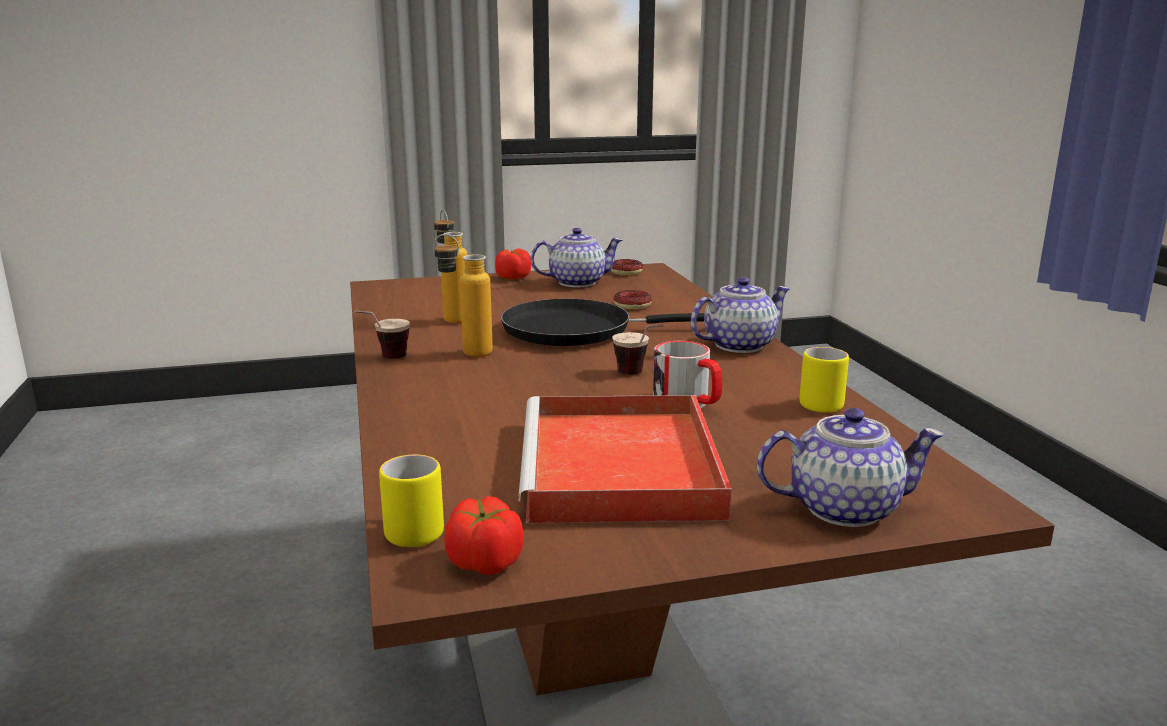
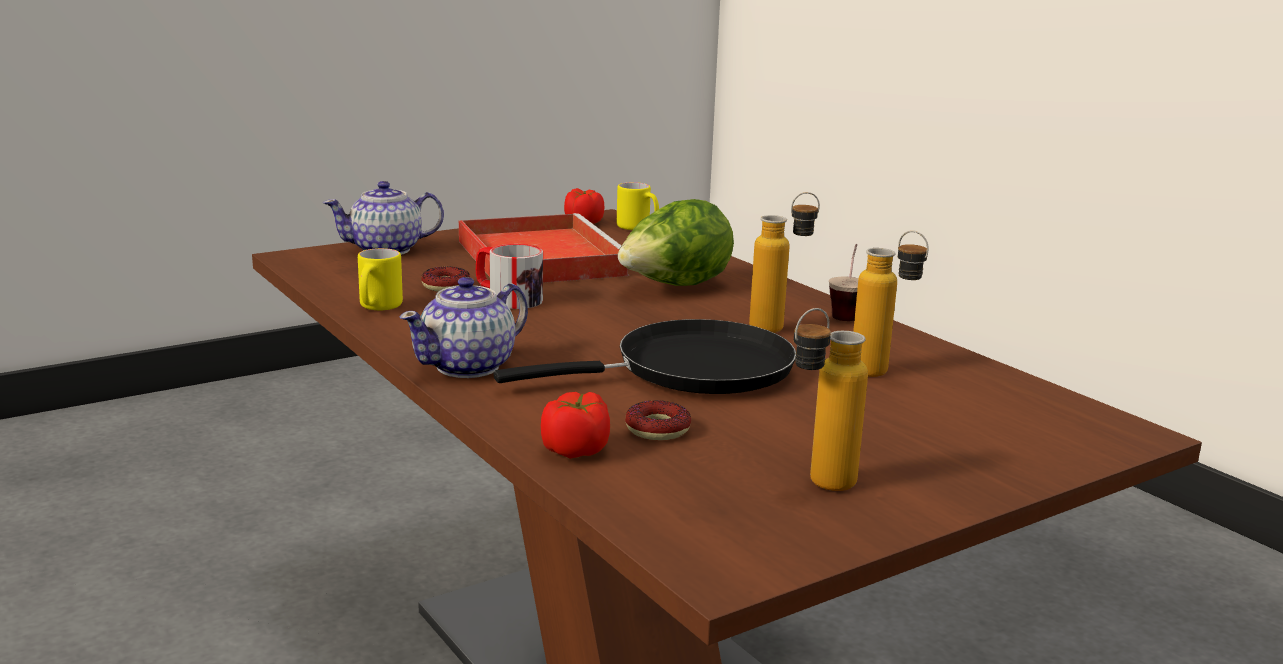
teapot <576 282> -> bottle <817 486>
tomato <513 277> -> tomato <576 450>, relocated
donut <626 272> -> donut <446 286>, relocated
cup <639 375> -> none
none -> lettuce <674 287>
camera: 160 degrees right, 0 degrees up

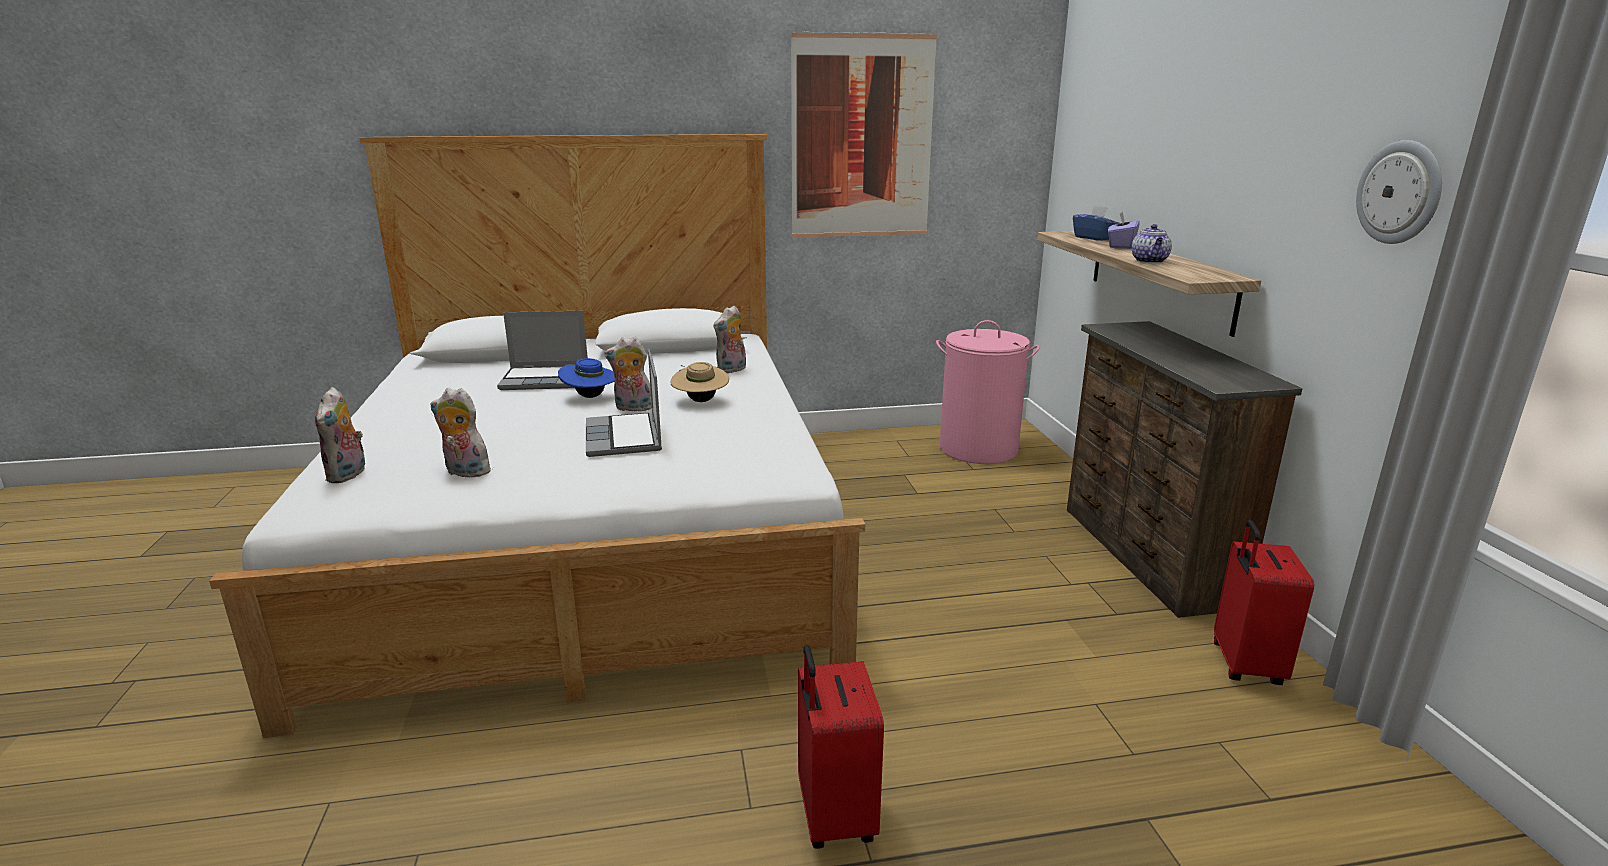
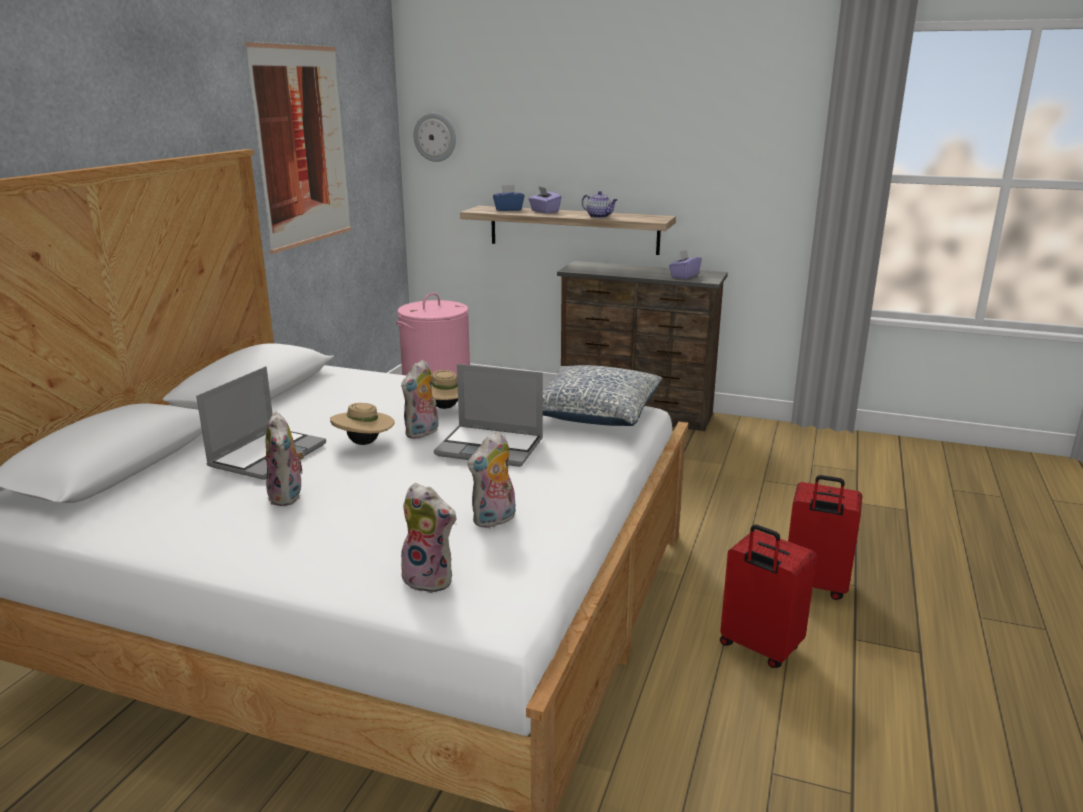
wall clock <1400 192> -> wall clock <435 137>, relocated
plush toy <732 370> -> plush toy <288 496>, relocated
blue hat <590 397> -> beige hat <364 443>
red suitcase <1244 665> -> red suitcase <758 648>, relocated
none -> purple tissue box <684 276>
none -> pillow <593 412>
camera: 60 degrees left, 0 degrees up

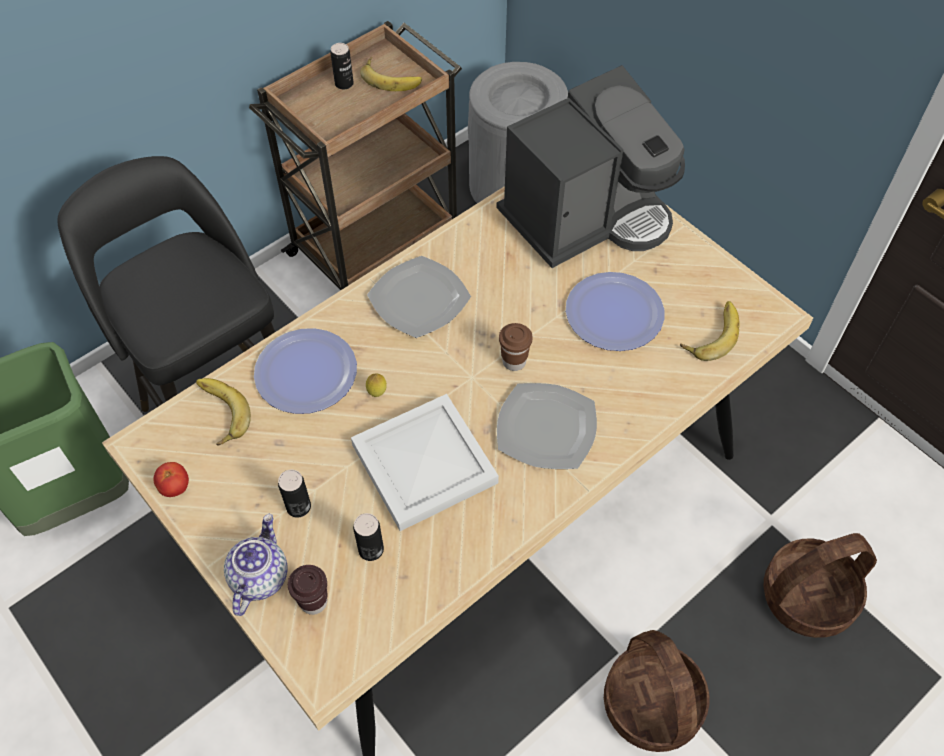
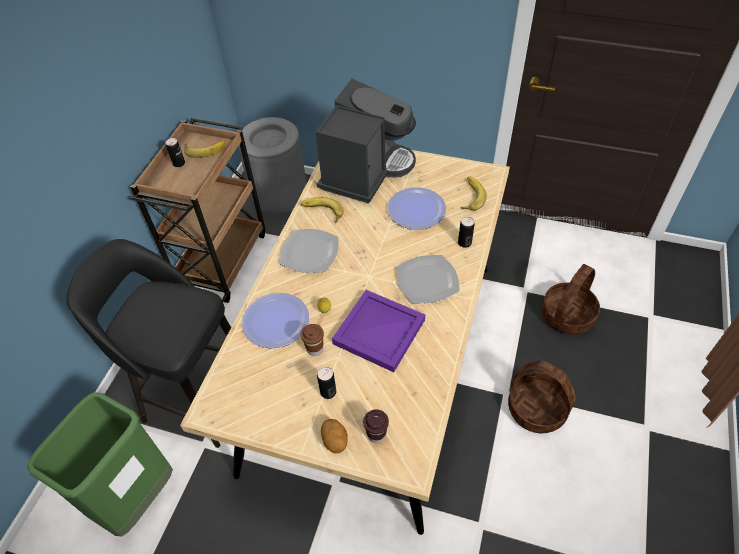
brown cup <514 361> -> brown cup <315 349>, relocated
banana <218 413> -> banana <322 212>, relocated
white tray <426 464> -> purple tray <380 331>
tomato <175 487> -> none
can <371 549> -> can <464 243>, relocated
teapot <259 576> -> potato <335 441>
camera: 30 degrees left, 5 degrees down

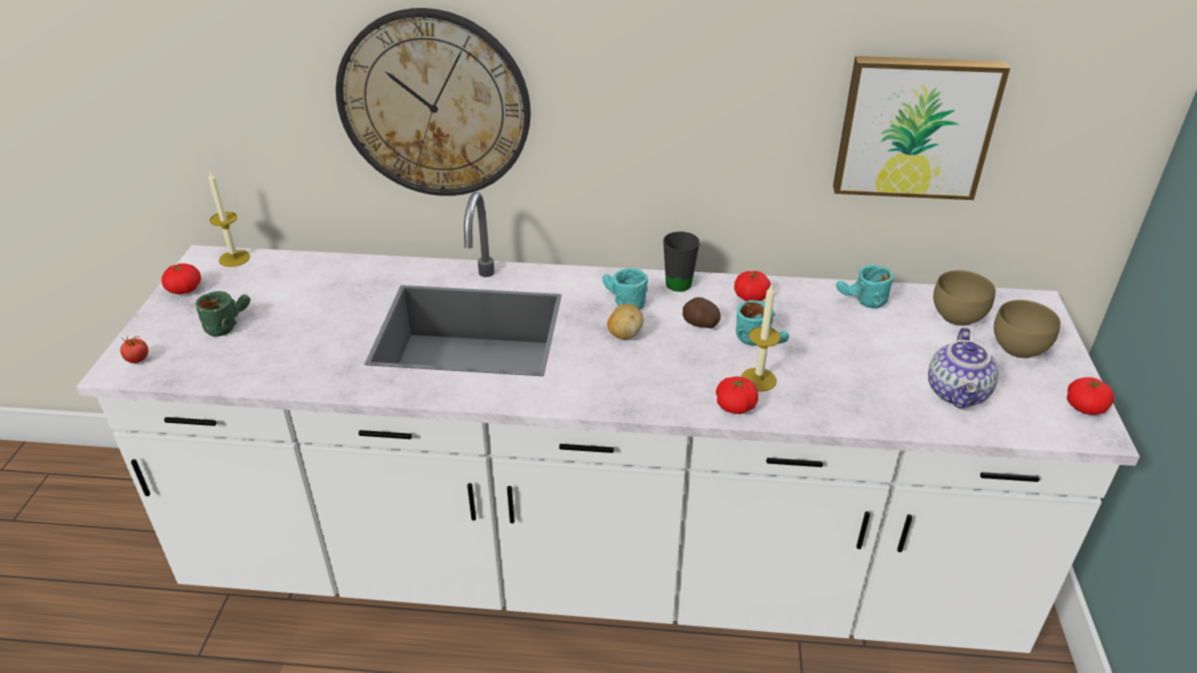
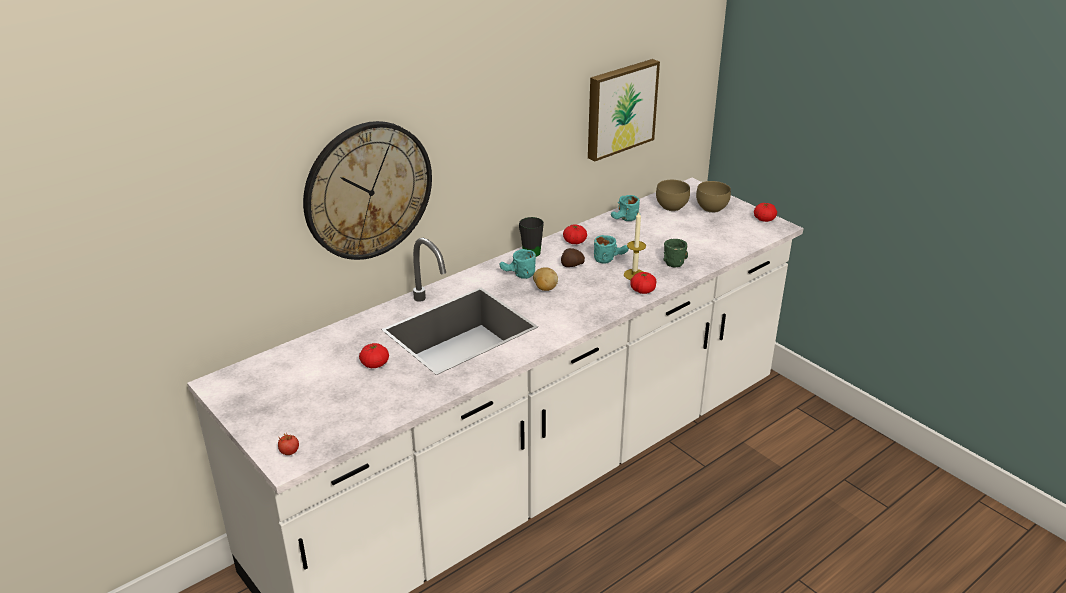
candle <234 258> -> none
tomato <184 289> -> tomato <375 364>, relocated
green mug <228 323> -> green mug <670 260>, relocated
teapot <958 394> -> none
camera: 45 degrees left, 5 degrees down

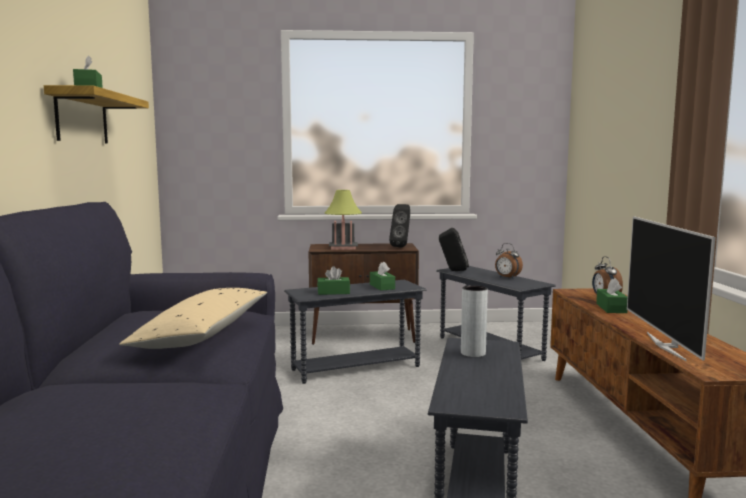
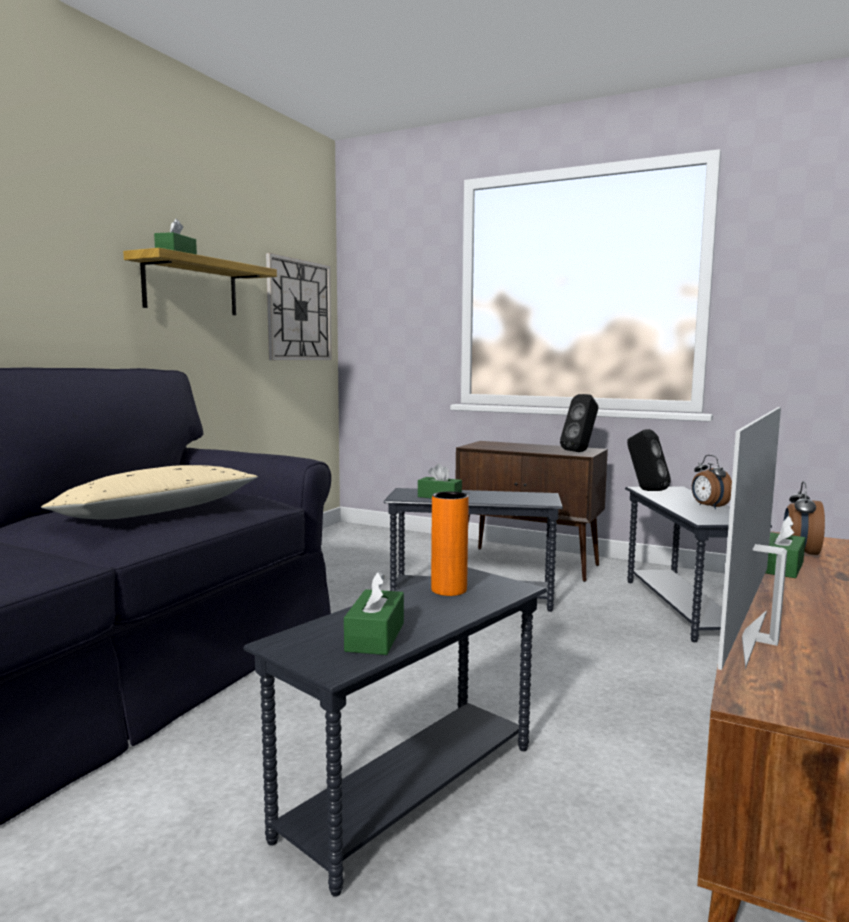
table lamp <343 248> -> none
green tissue box <382 287> -> green tissue box <375 637>, relocated
grey vase <473 353> -> orange vase <449 590>
none -> wall clock <299 310>
camera: 30 degrees right, 0 degrees up

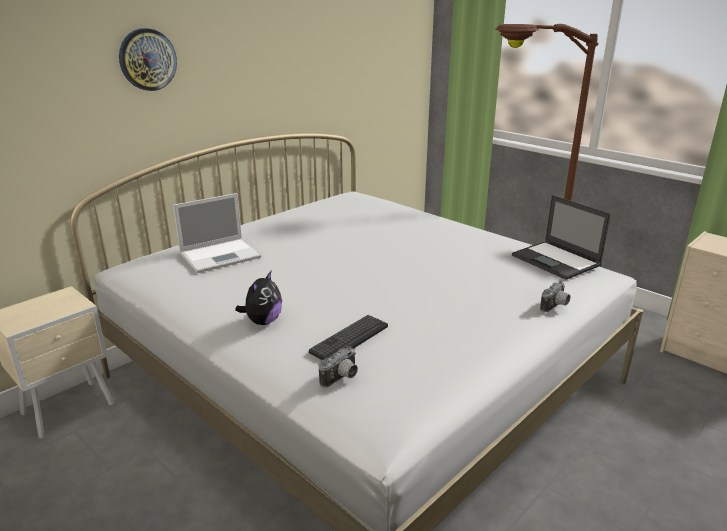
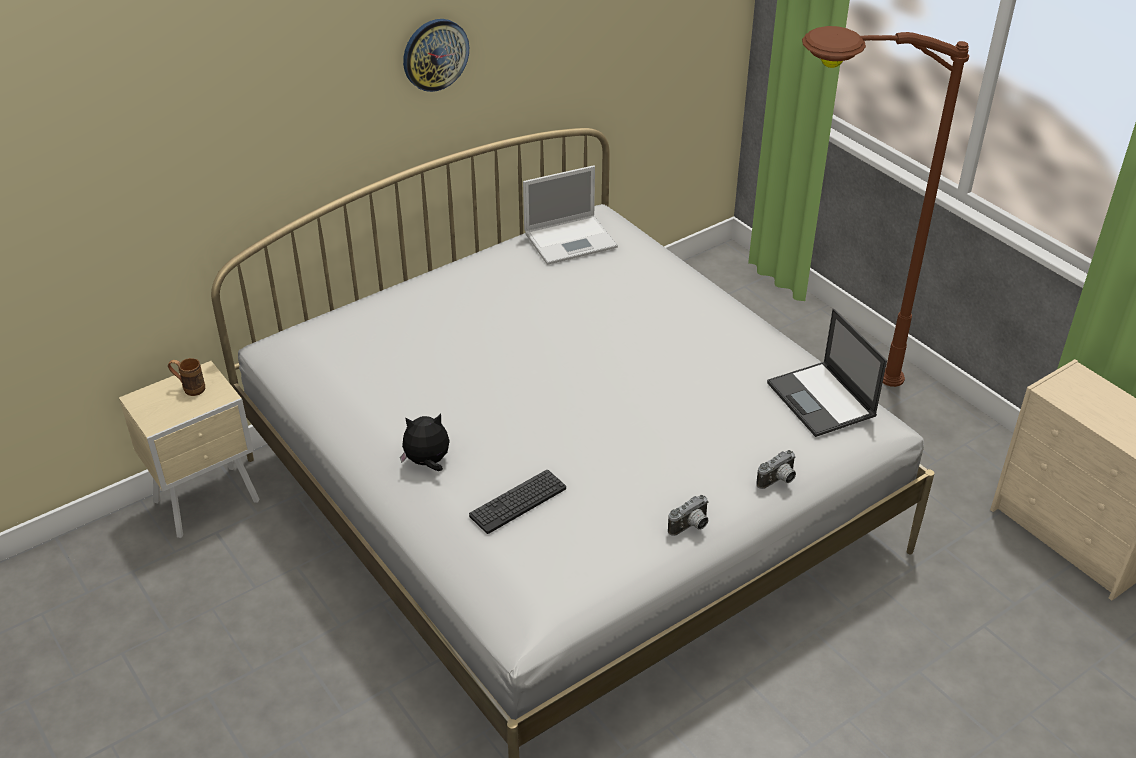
wall clock <147 59> -> wall clock <435 54>, relocated
laptop <221 255> -> laptop <572 239>, relocated
plush toy <263 321> -> plush toy <427 462>, 135 degrees counterclockwise
photo camera <342 379> -> photo camera <691 527>, relocated
none -> brown mug <189 388>
camera: 10 degrees right, 15 degrees up

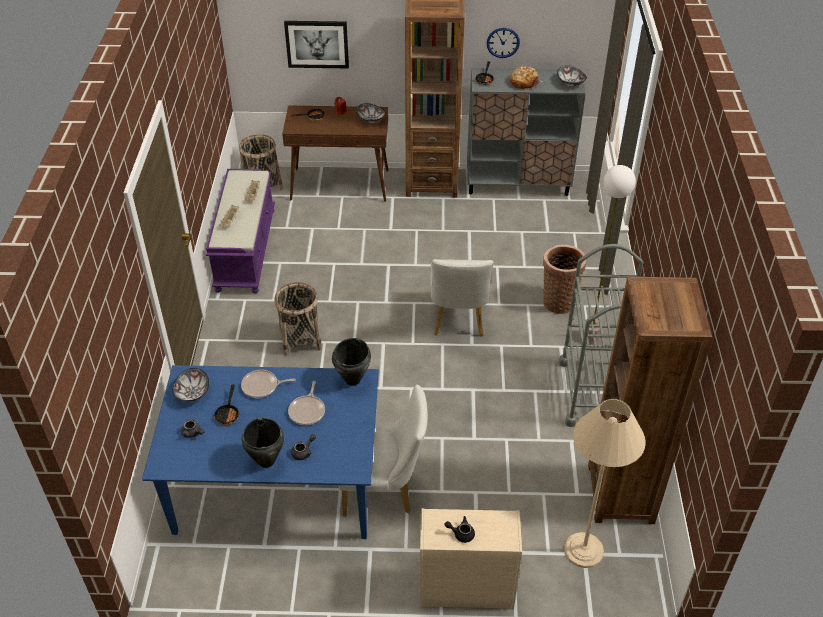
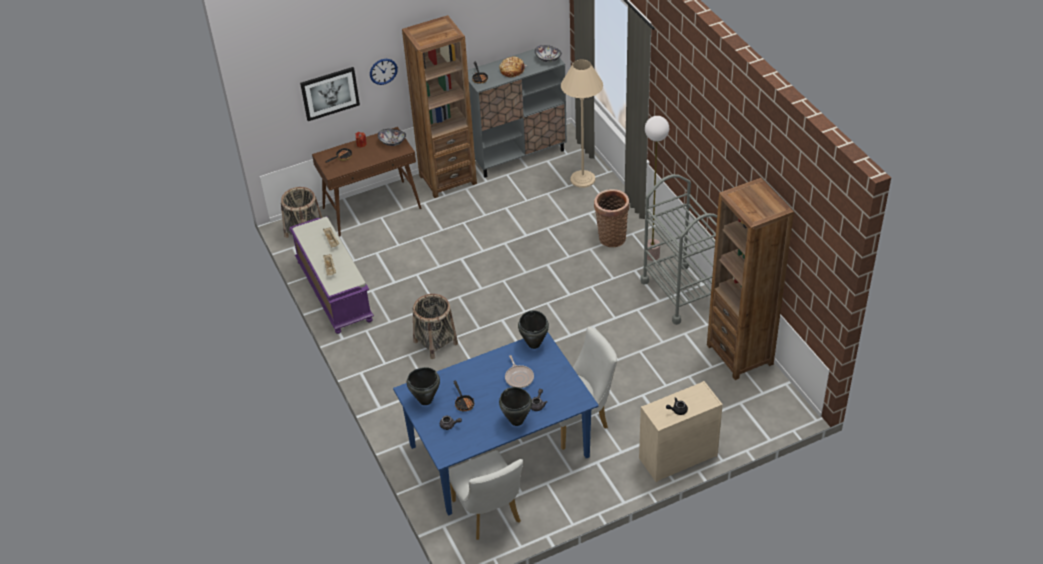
wall clock <503 42> -> wall clock <383 71>, relocated
white chair <458 320> -> white chair <489 515>, relocated
bowl <192 393> -> black cooking pot <425 400>
frying pan <262 386> -> none
beige floor lamp <583 550> -> beige floor lamp <582 179>, relocated
camera: 25 degrees left, 0 degrees up

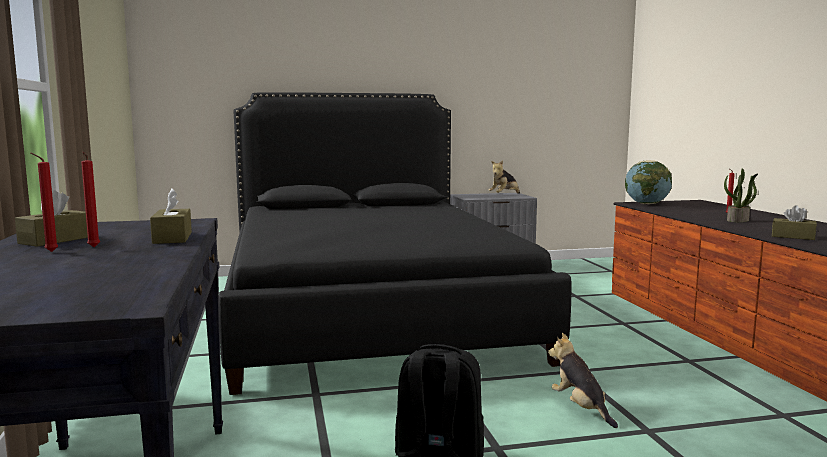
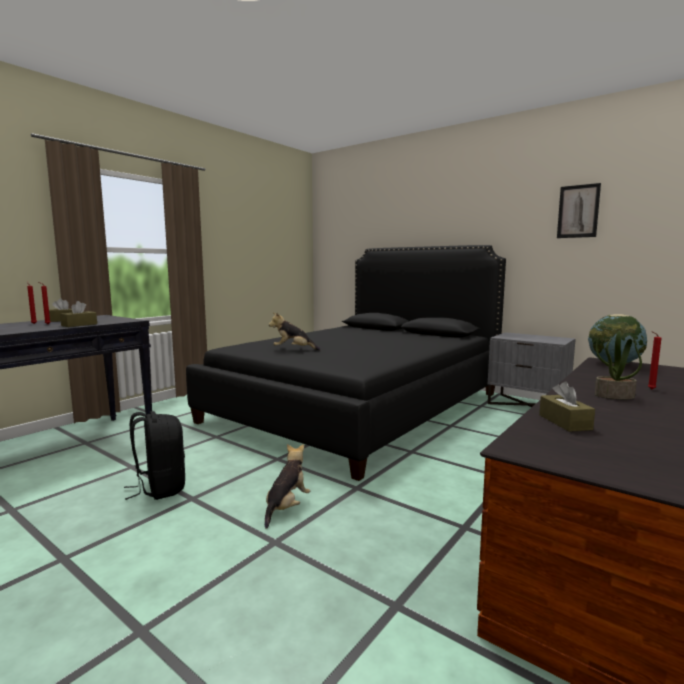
plush toy <504 195> -> plush toy <293 350>, relocated
none -> picture <578 211>
camera: 50 degrees right, 0 degrees up

